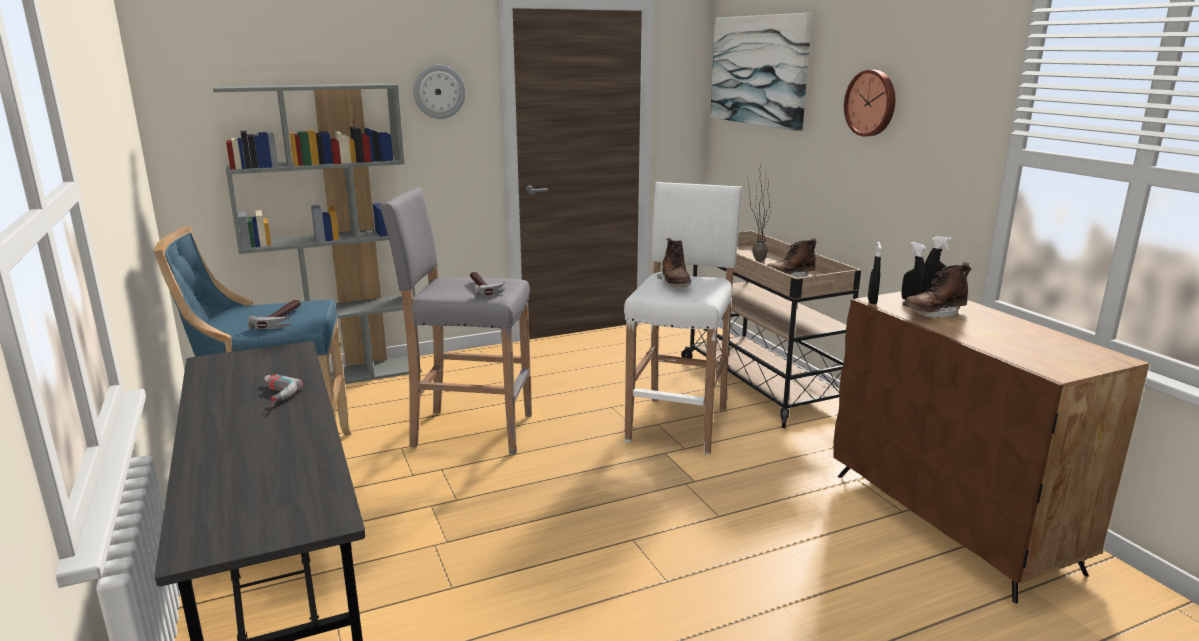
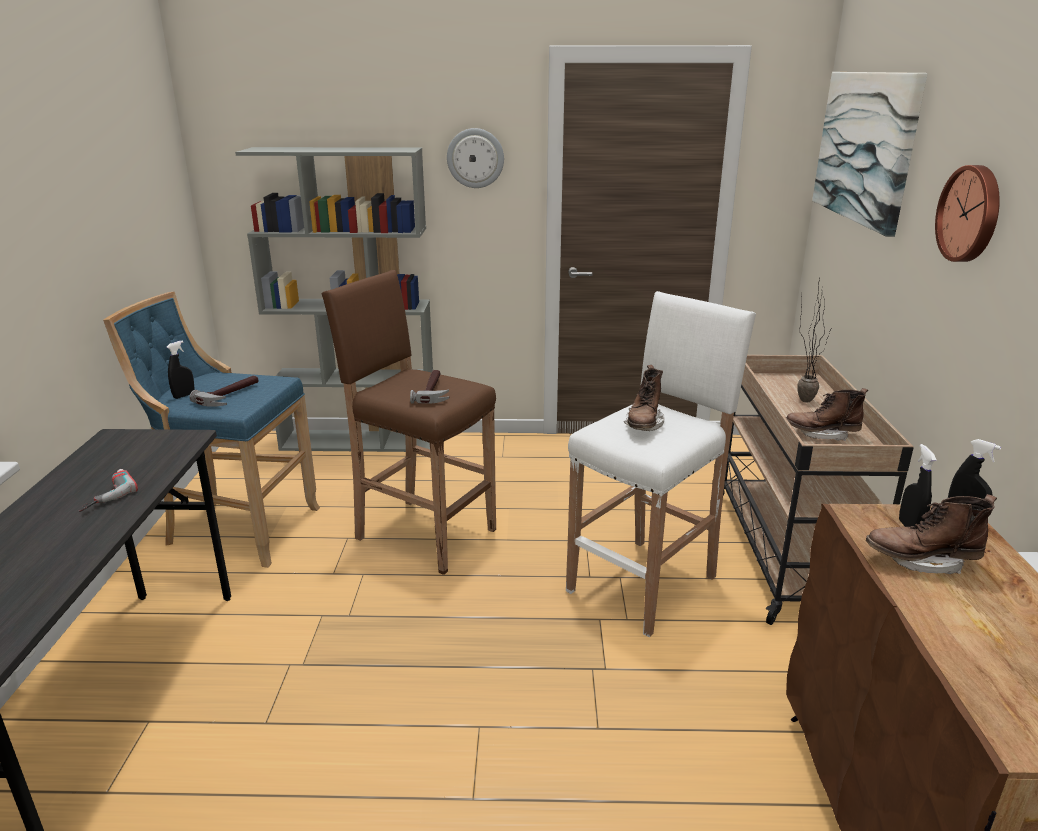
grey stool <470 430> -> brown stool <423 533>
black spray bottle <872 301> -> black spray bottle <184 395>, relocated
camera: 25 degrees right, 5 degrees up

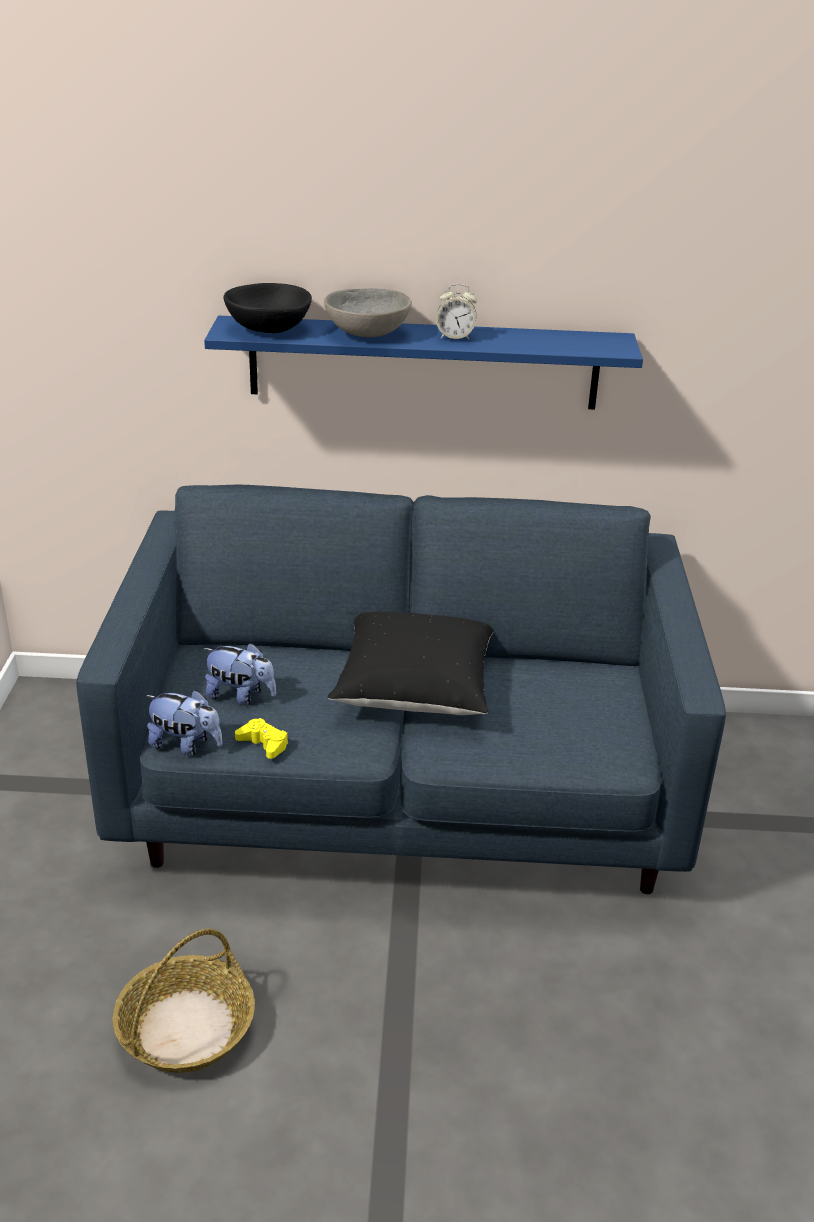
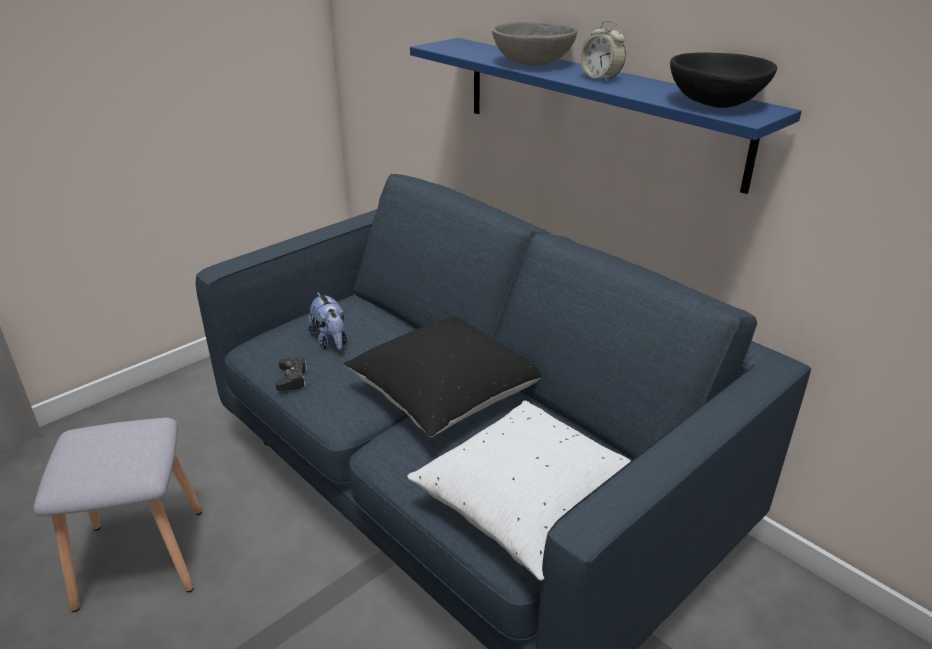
black bowl <269 329> -> black bowl <716 104>, relocated
plush toy <185 745> -> none
yellow game controller <263 743> -> black game controller <292 378>
basket <186 1027> -> grey stool <144 555>
none -> white pillow <530 506>
camera: 45 degrees right, 0 degrees up

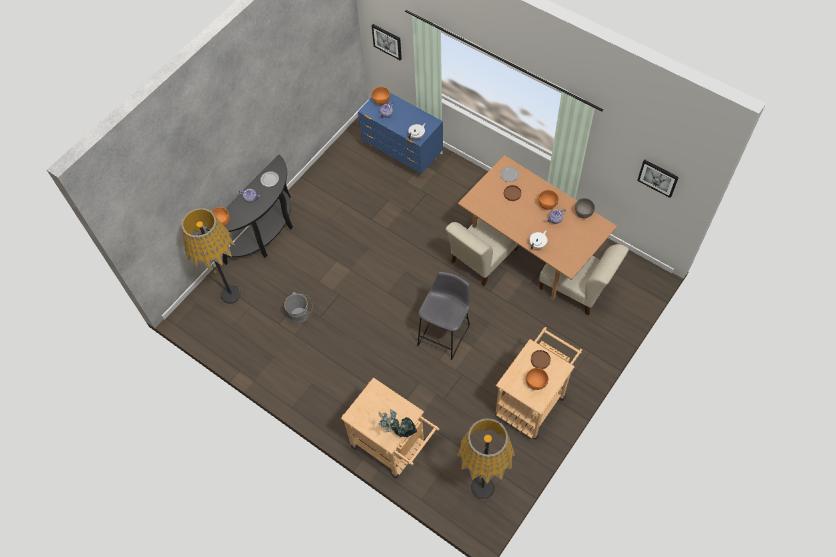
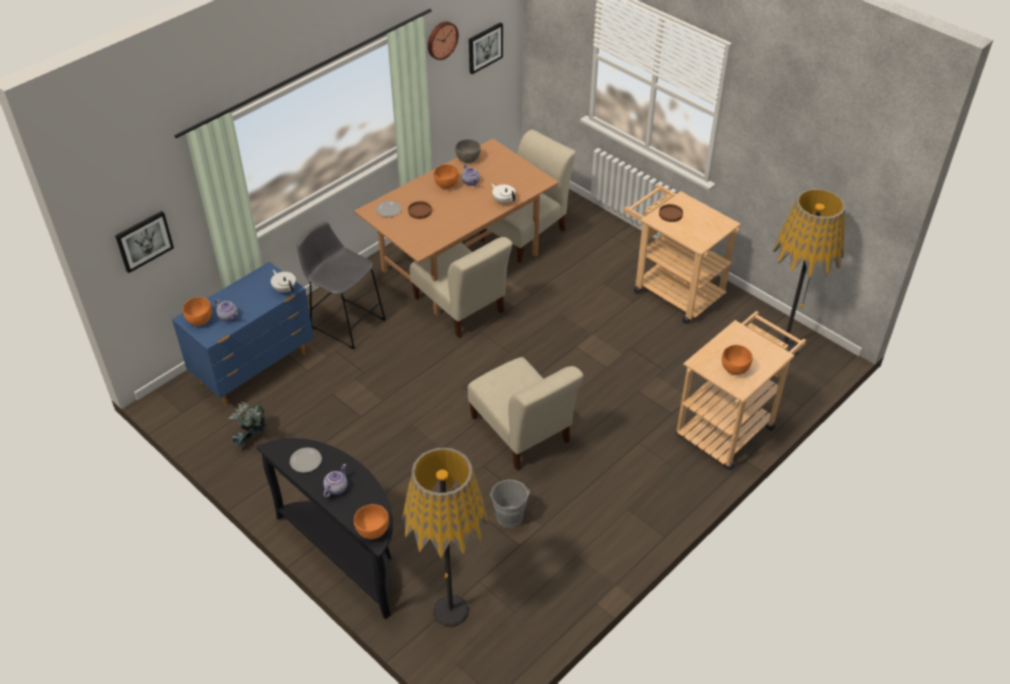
grey stool <445 332> -> grey stool <345 321>, relocated
orange bowl <535 383> -> orange bowl <734 369>, relocated
potted plant <397 431> -> potted plant <252 439>, relocated
none -> wall clock <441 40>
none -> beige chair <522 433>
camera: 85 degrees left, 15 degrees down

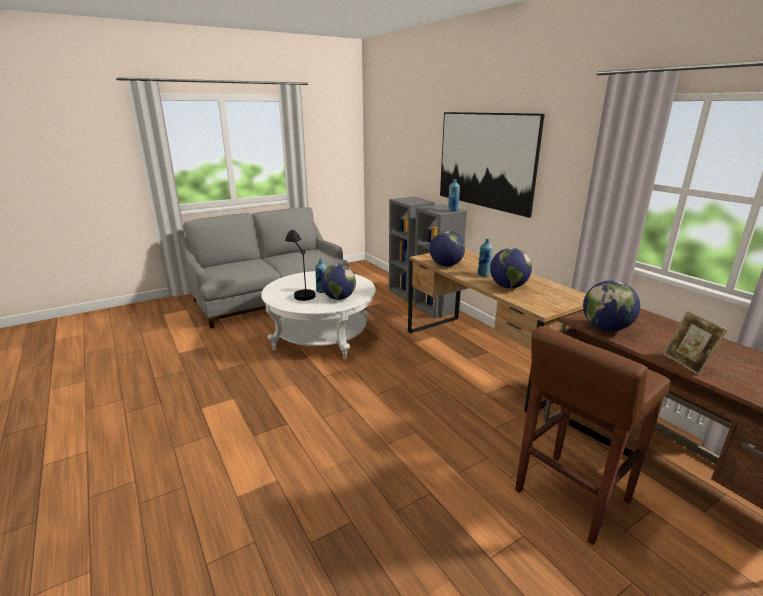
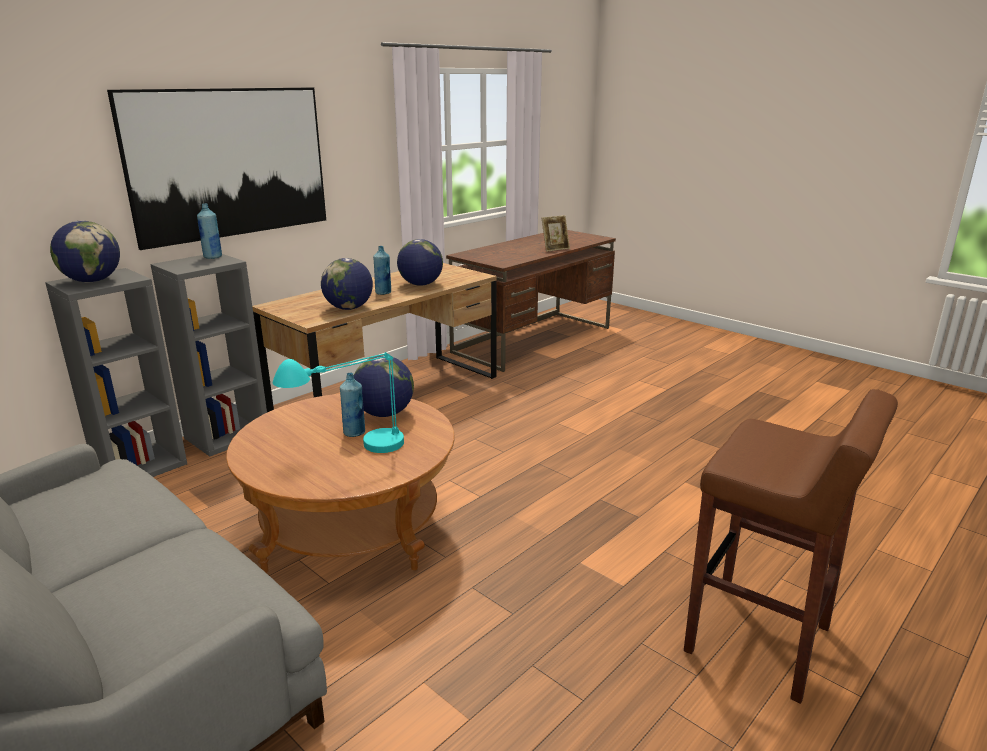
black table lamp <301 290> -> turquoise table lamp <350 453>
white coffee table <322 337> -> brown coffee table <351 526>
globe <606 328> -> globe <92 281>, relocated
brown stool <570 497> -> brown stool <760 641>, relocated
camera: 105 degrees left, 0 degrees up

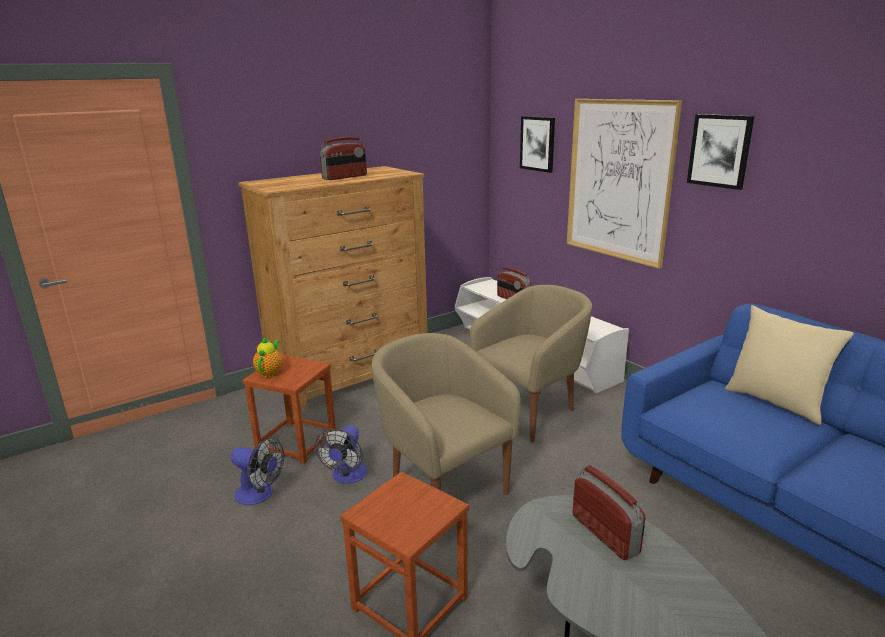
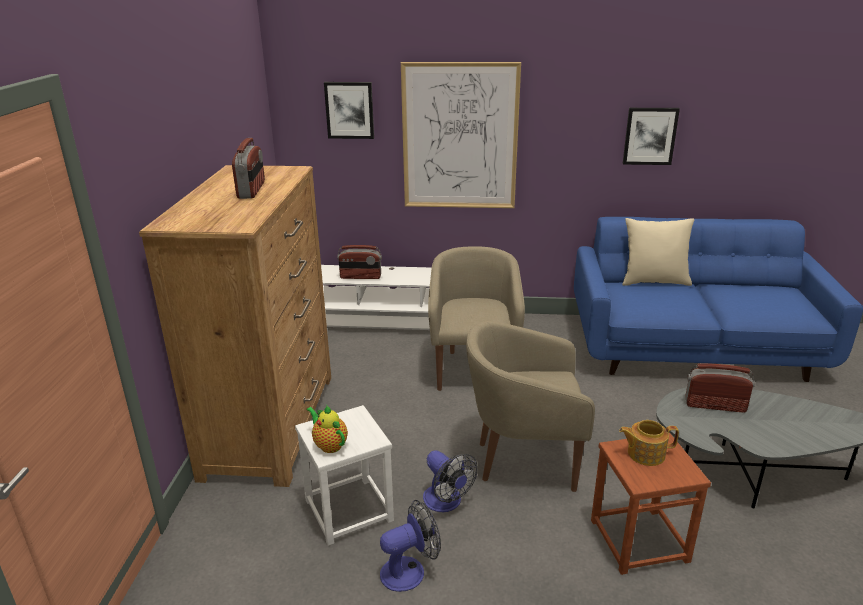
picture <720 151> -> picture <650 136>, relocated
brown stool <296 442> -> white stool <349 511>
none -> teapot <645 453>
camera: 50 degrees left, 5 degrees up

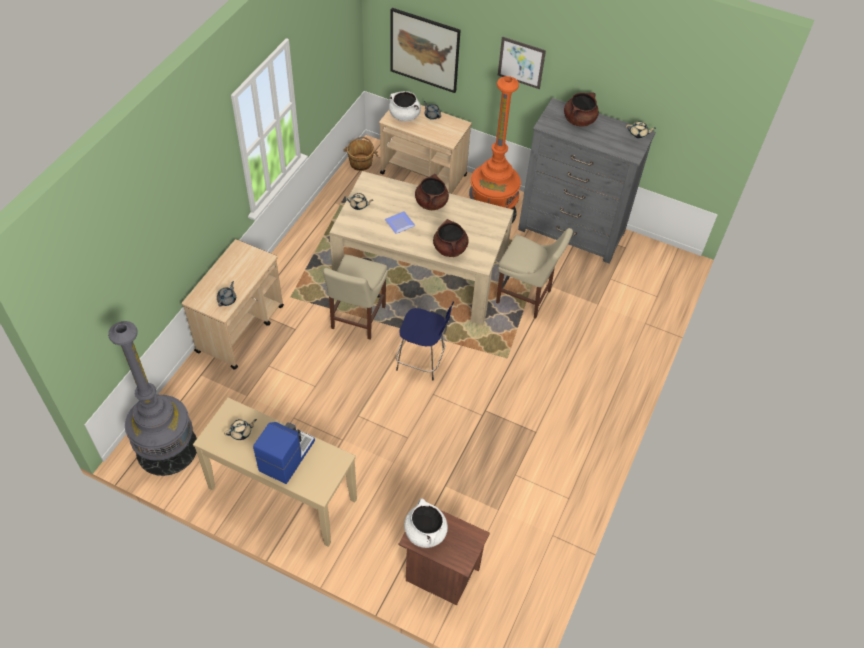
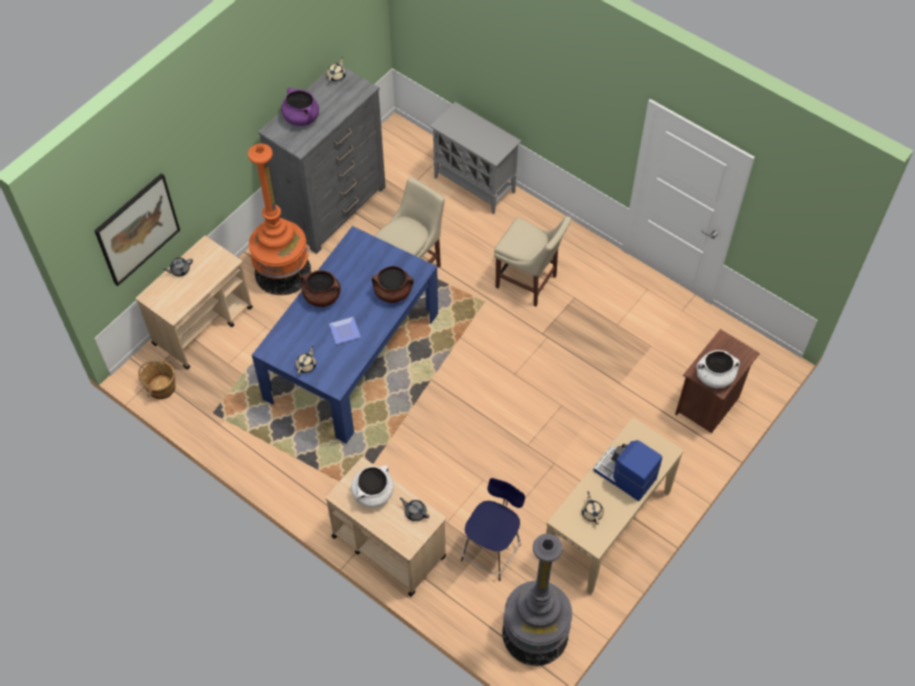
picture <521 62> -> none
white cooking pot <405 116> -> white cooking pot <373 493>, relocated
brown cooking pot <579 120> -> purple cooking pot <301 117>
beige dining table <421 272> -> blue dining table <352 355>
beige chair <357 319> -> beige chair <528 283>, relocated
blue stool <422 361> -> blue stool <492 550>, relocated
none -> grey cabinet <475 185>
camera: 75 degrees left, 5 degrees up

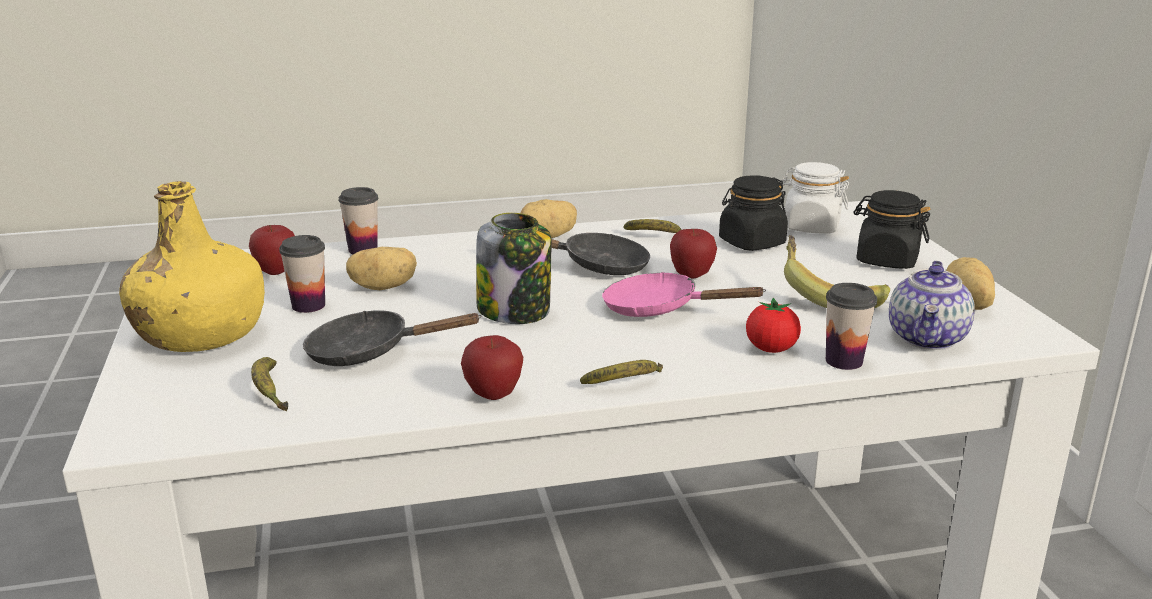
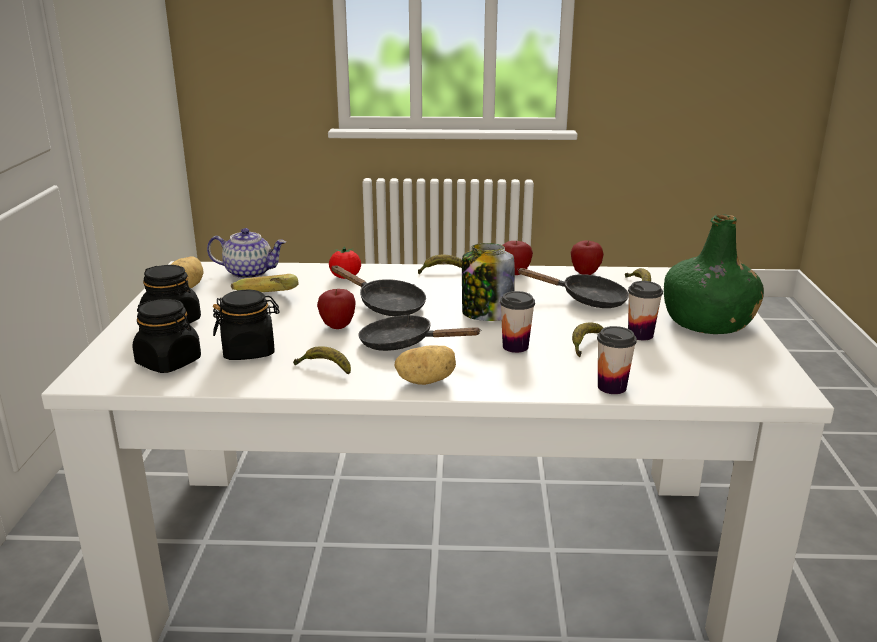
white jar <811 227> -> black jar <169 362>
yellow bottle <201 334> -> green bottle <708 322>
apple <276 272> -> apple <585 273>, relocated
potato <384 287> -> banana <584 344>
teapot <928 339> -> teapot <249 273>, 60 degrees clockwise
pink frying pan <660 309> -> black frying pan <386 305>
cup <844 361> -> cup <515 347>, relocated
camera: 165 degrees left, 0 degrees up

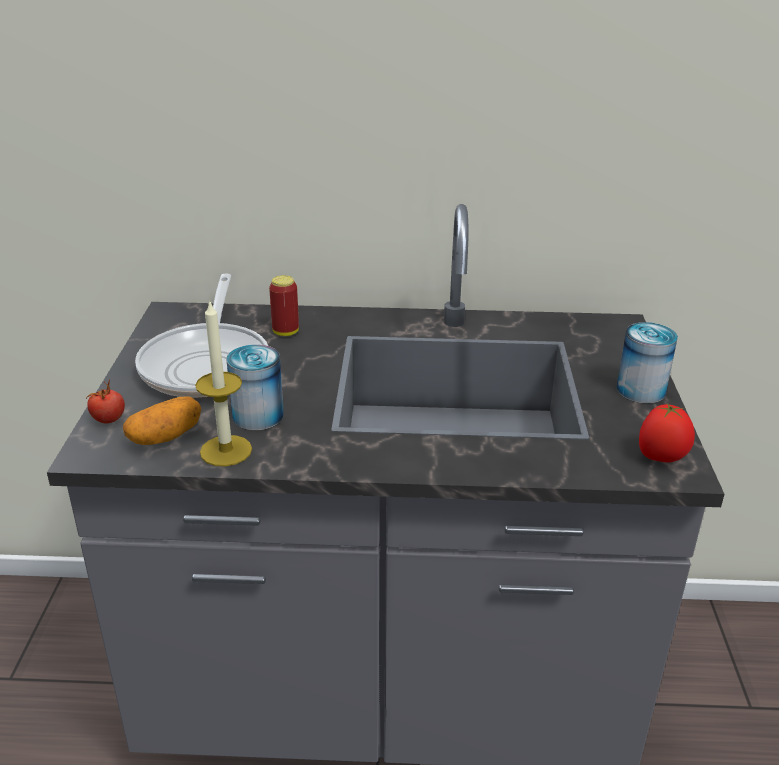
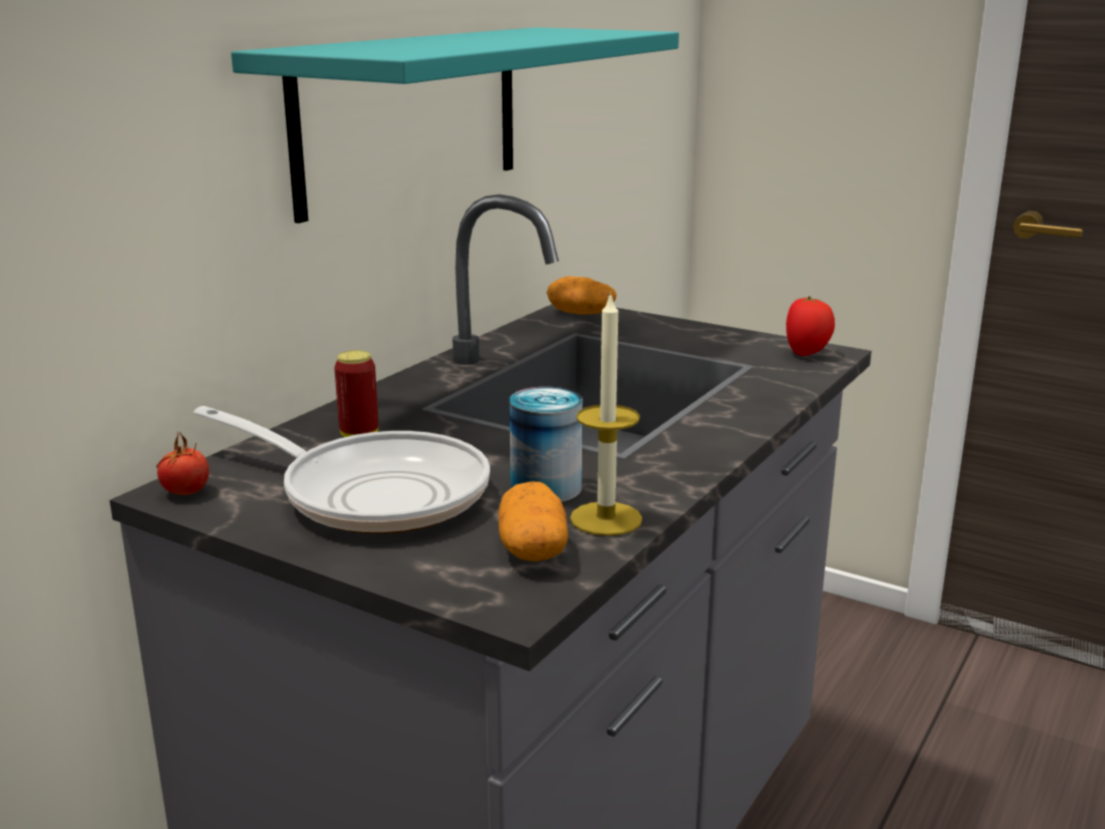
can <641 390> -> none
tomato <108 419> -> tomato <185 492>, relocated
none -> turquoise shelf <411 116>
none -> potato <580 314>
camera: 60 degrees left, 10 degrees down

